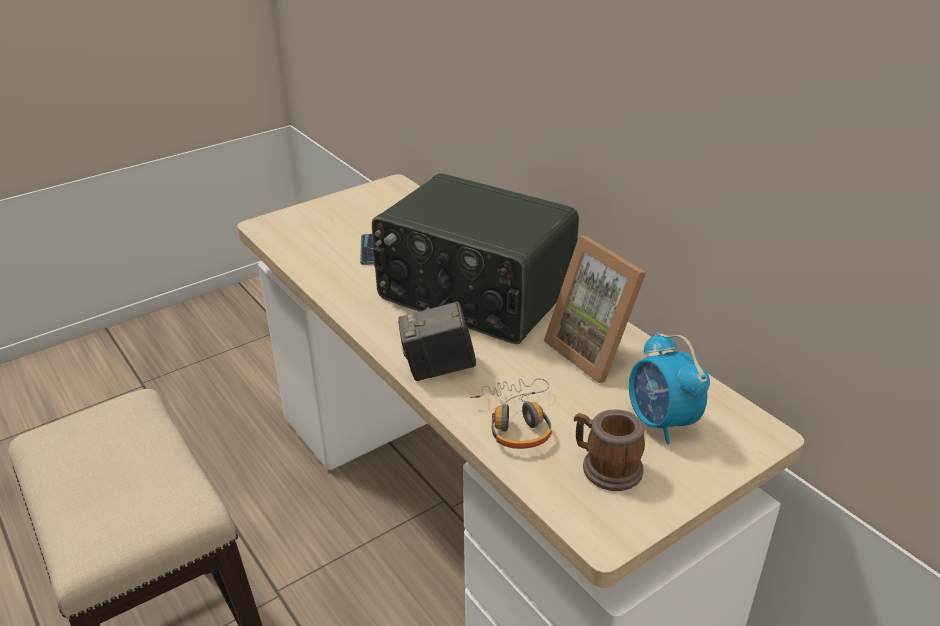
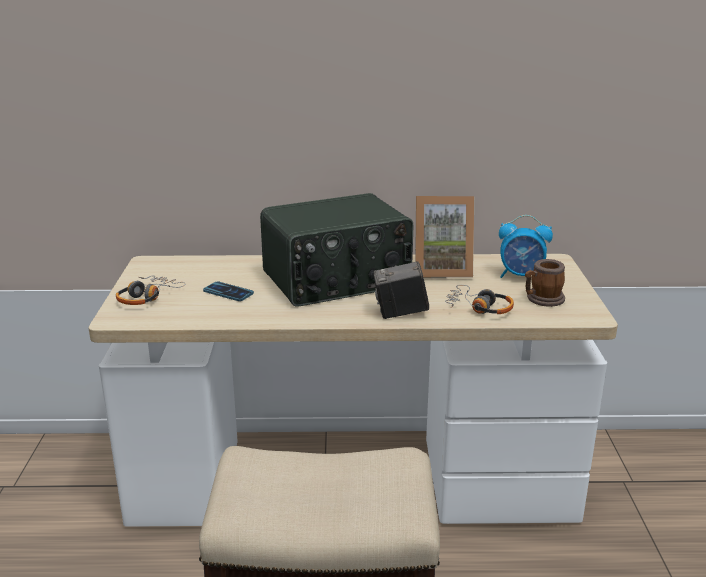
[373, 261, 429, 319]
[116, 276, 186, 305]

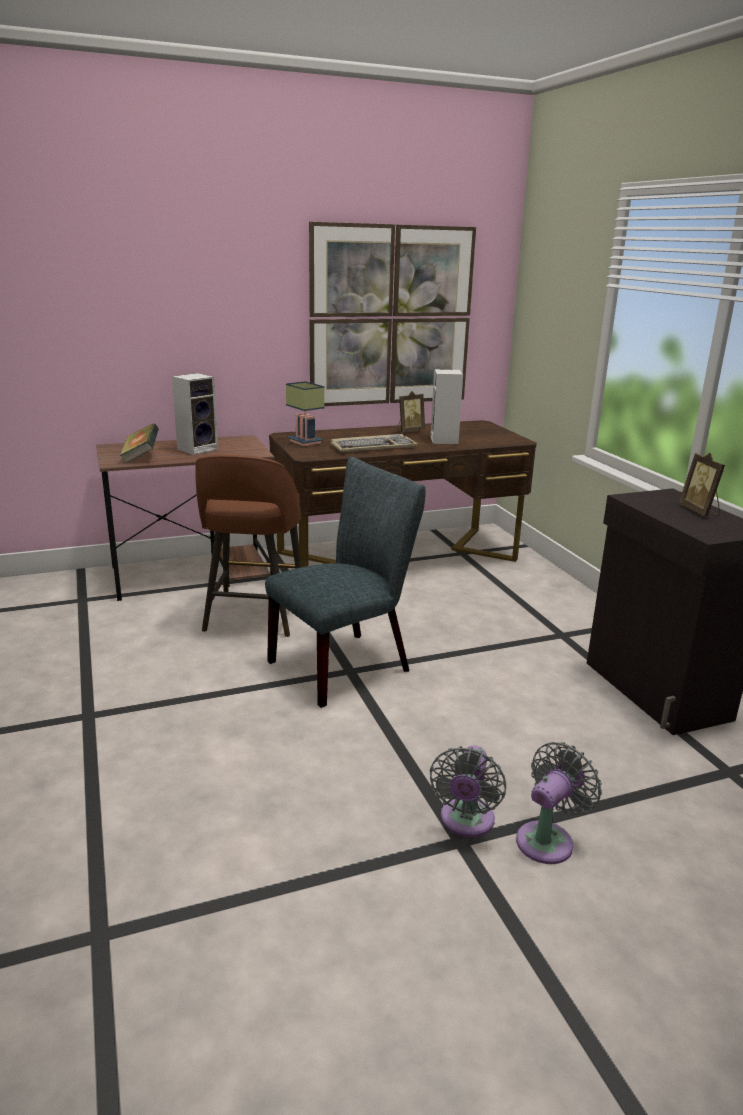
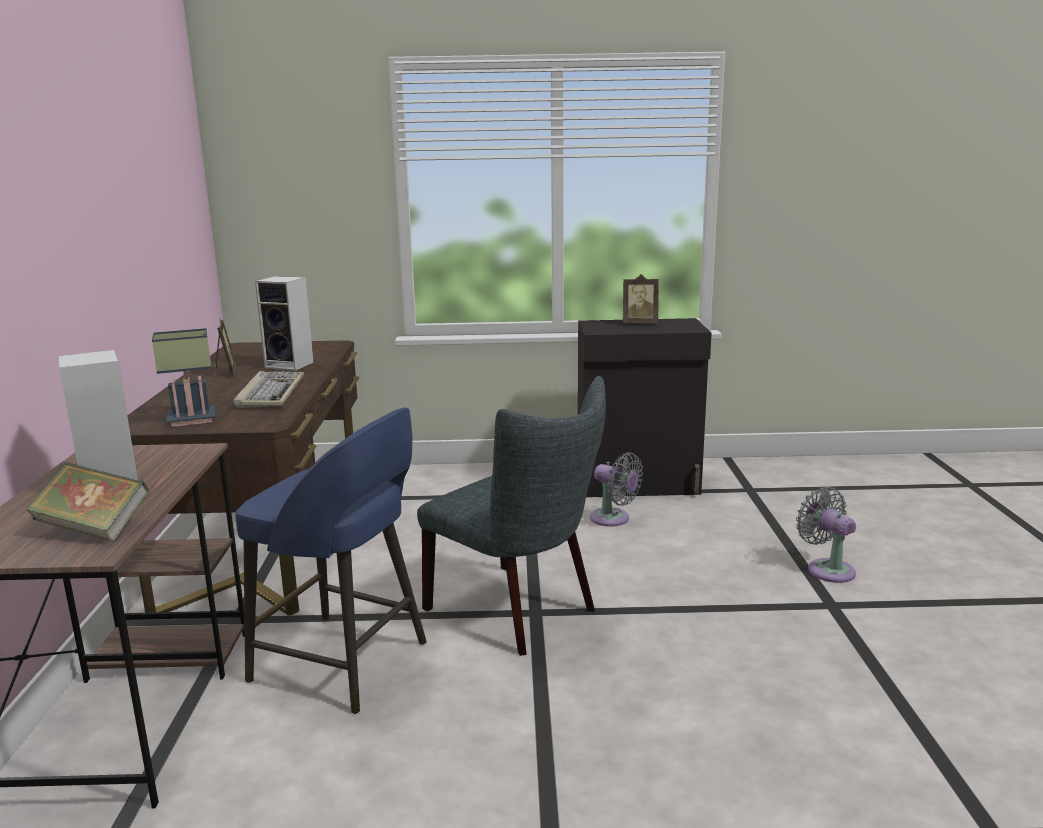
[309, 222, 476, 406] (first image)
[235, 408, 427, 714]
[417, 376, 606, 656]
[590, 452, 643, 527]

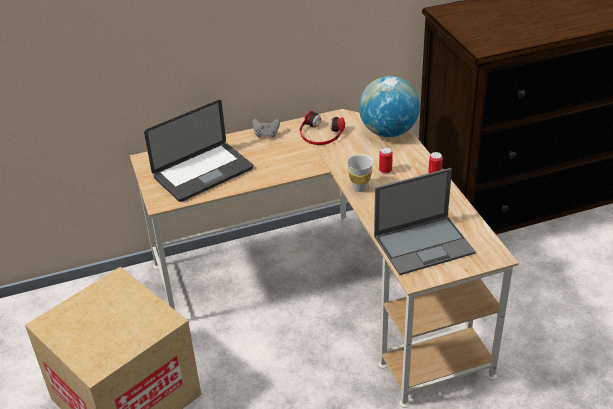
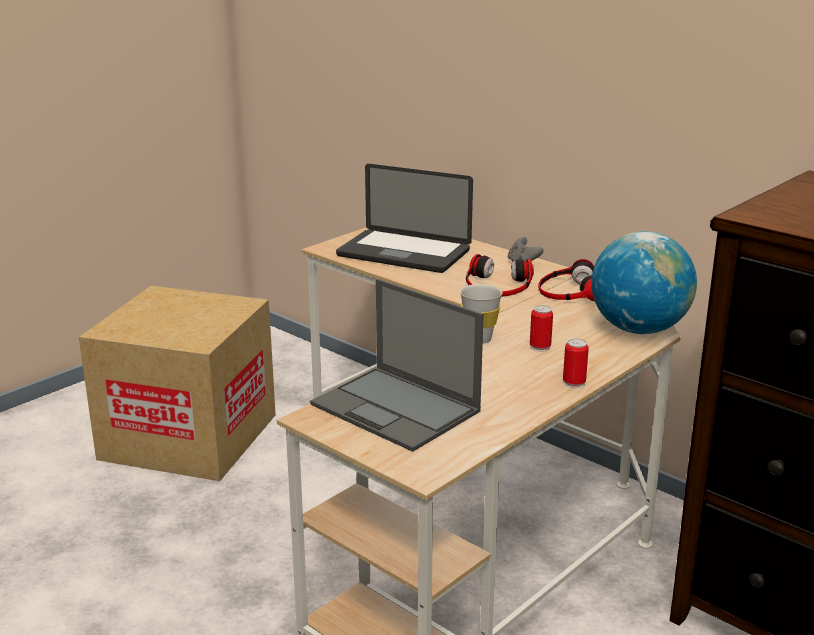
[466, 254, 534, 297]

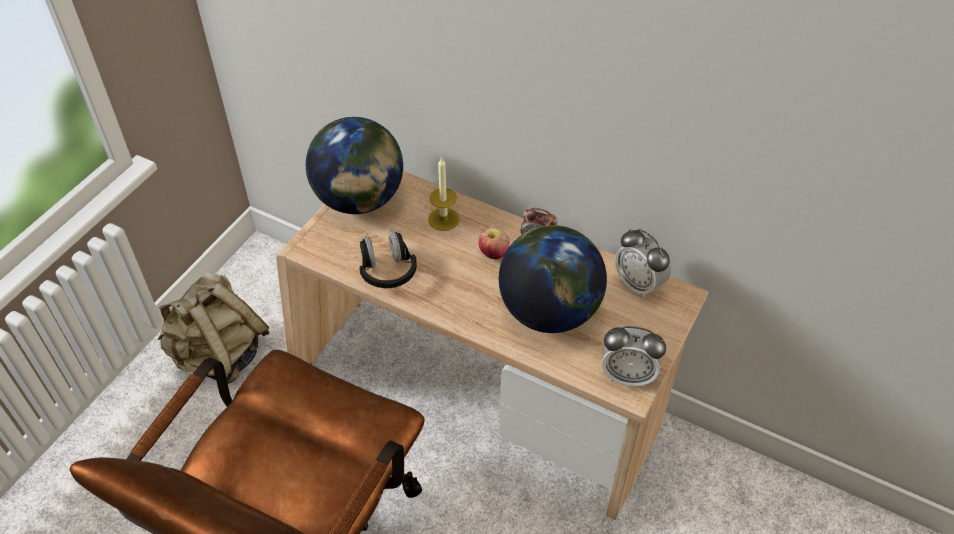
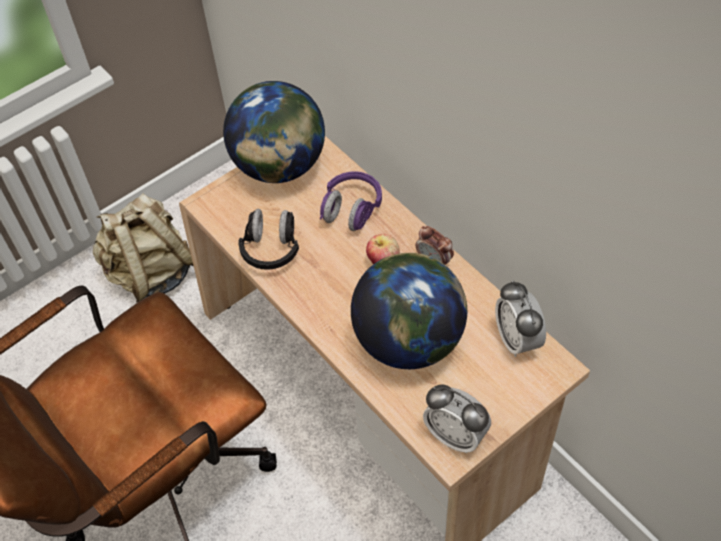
[320, 171, 382, 231]

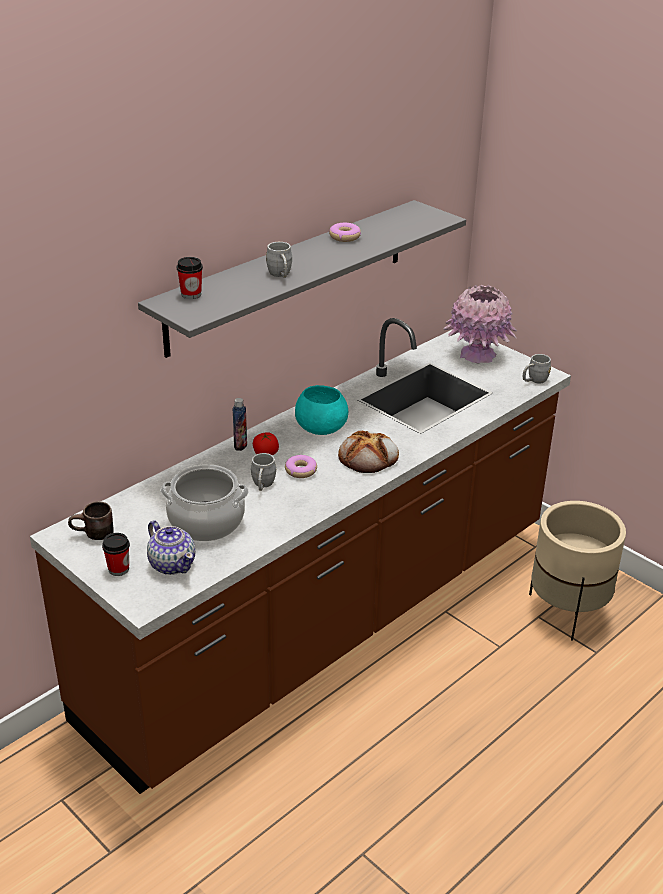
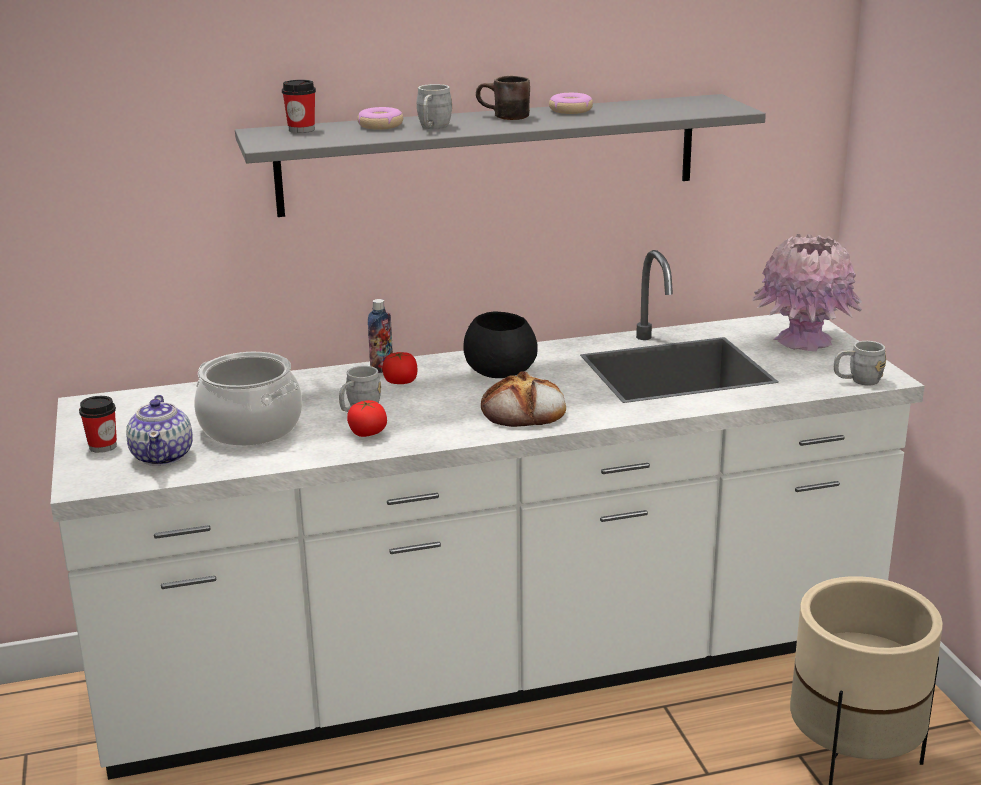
[51, 250, 924, 780]
[463, 312, 538, 378]
[357, 107, 403, 130]
[476, 76, 530, 120]
[347, 400, 387, 437]

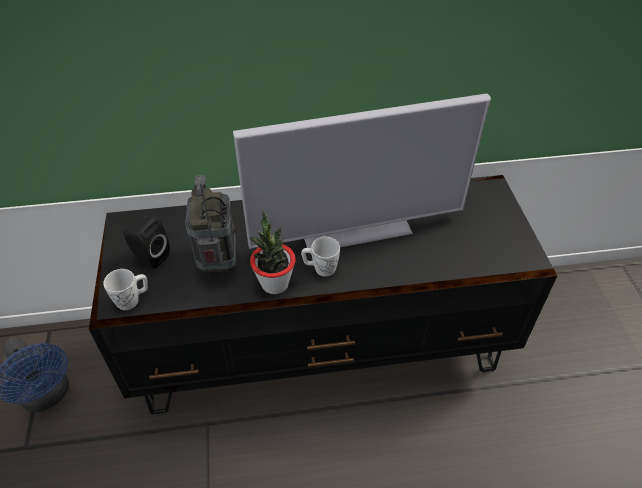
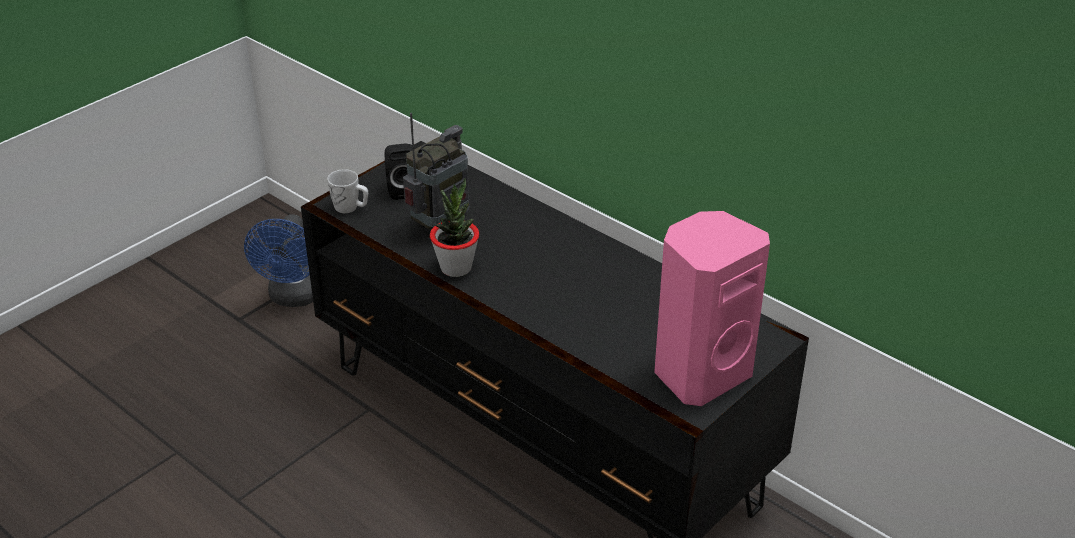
[233, 94, 491, 249] (first image)
[301, 237, 340, 277] (first image)
[654, 211, 770, 406]

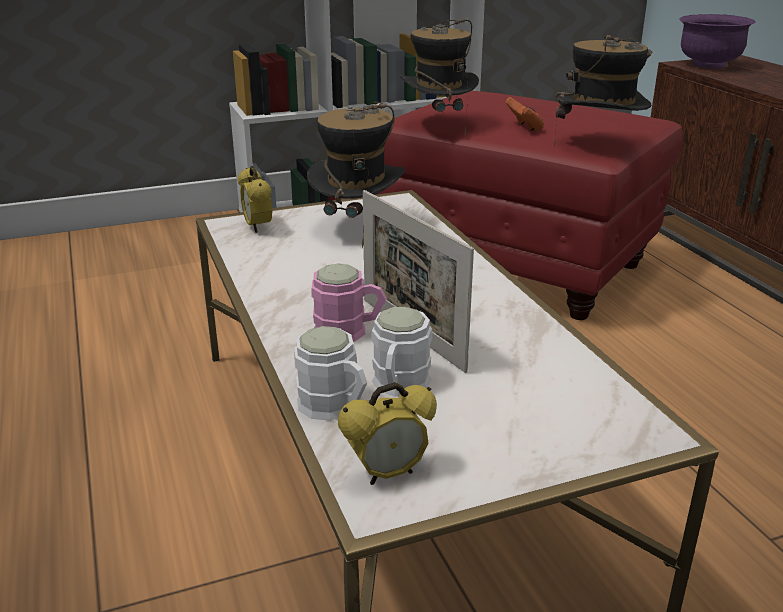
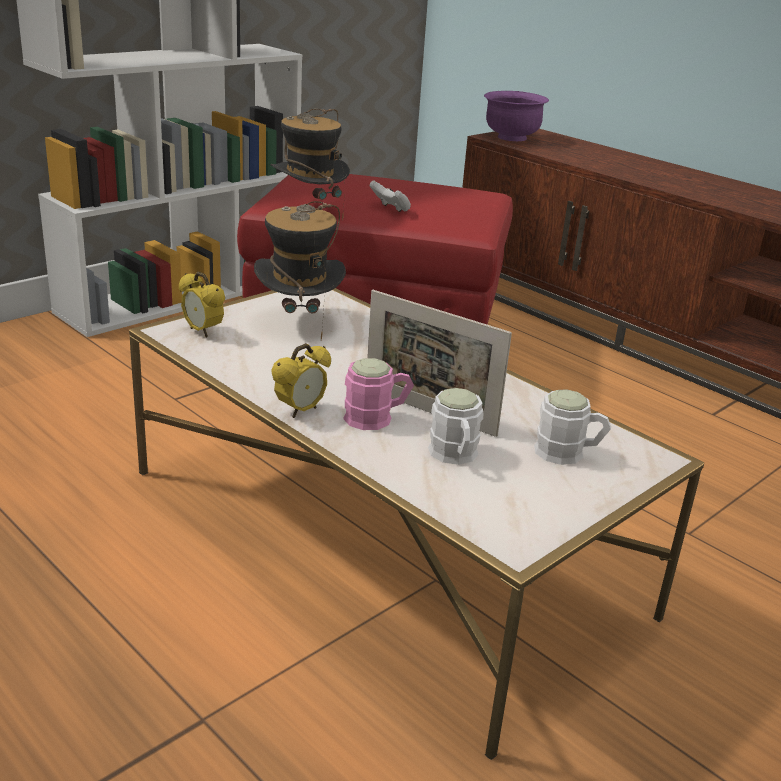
[554, 35, 653, 146] (first image)
[370, 180, 411, 212]
[534, 389, 611, 465]
[271, 343, 331, 418]

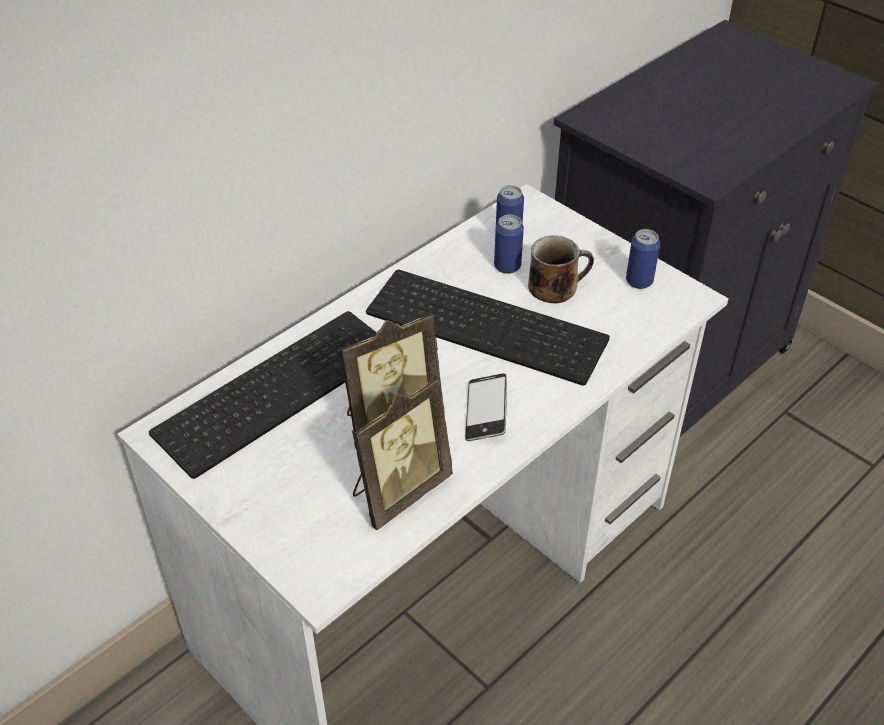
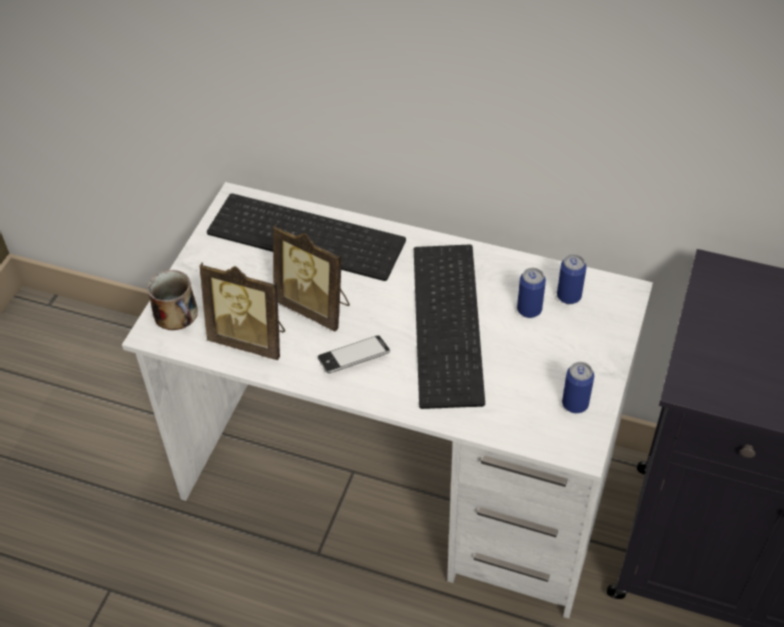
[147, 270, 198, 330]

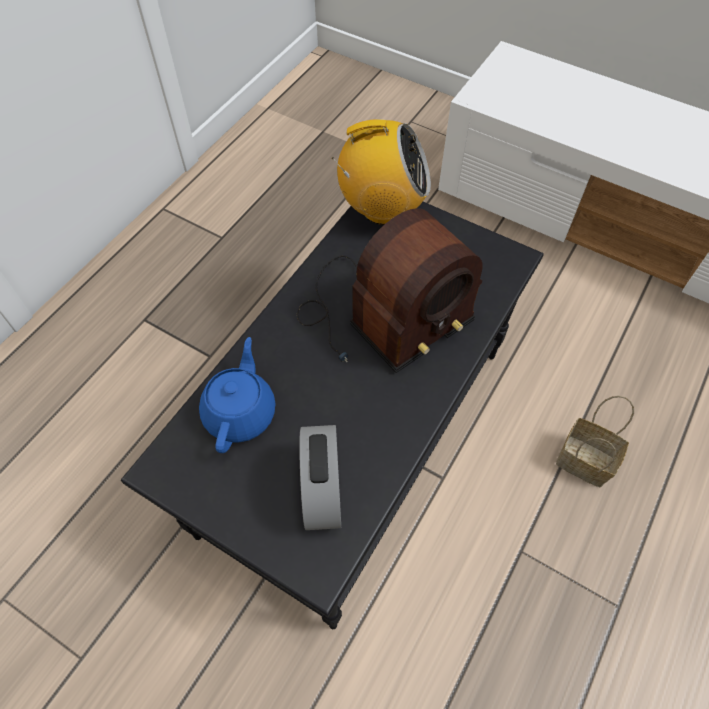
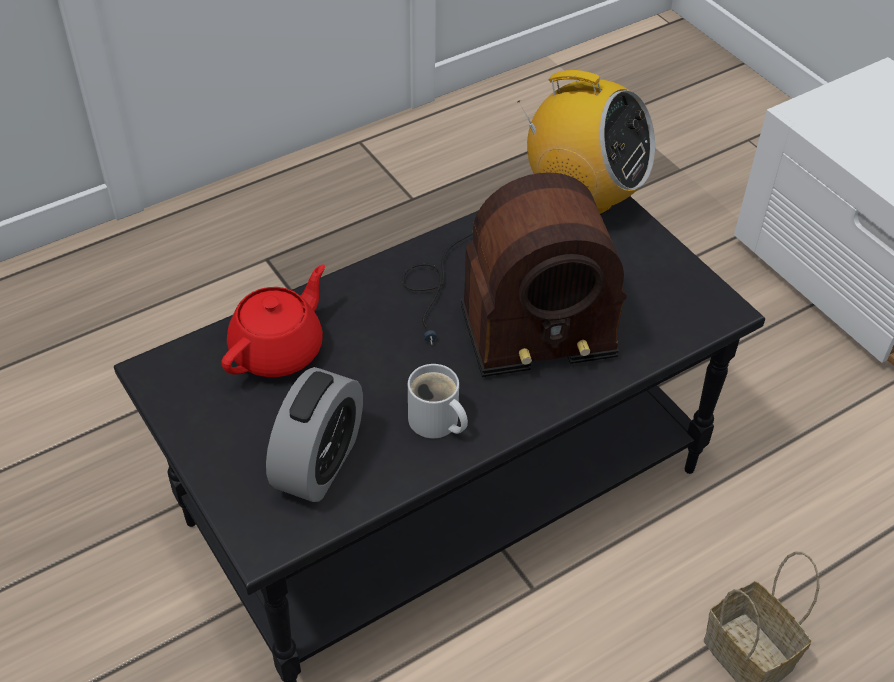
[221, 264, 325, 377]
[408, 364, 468, 438]

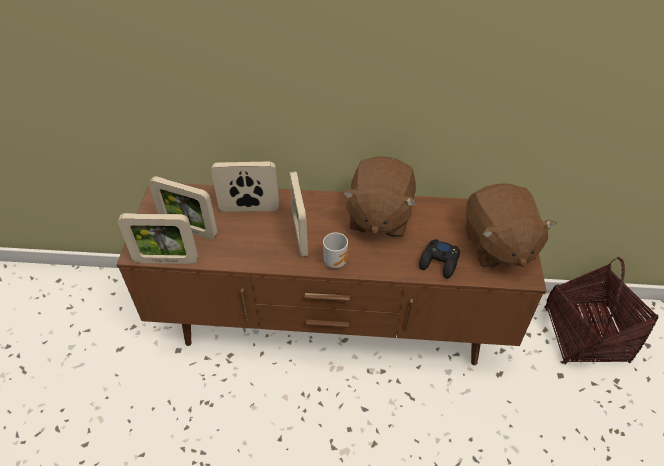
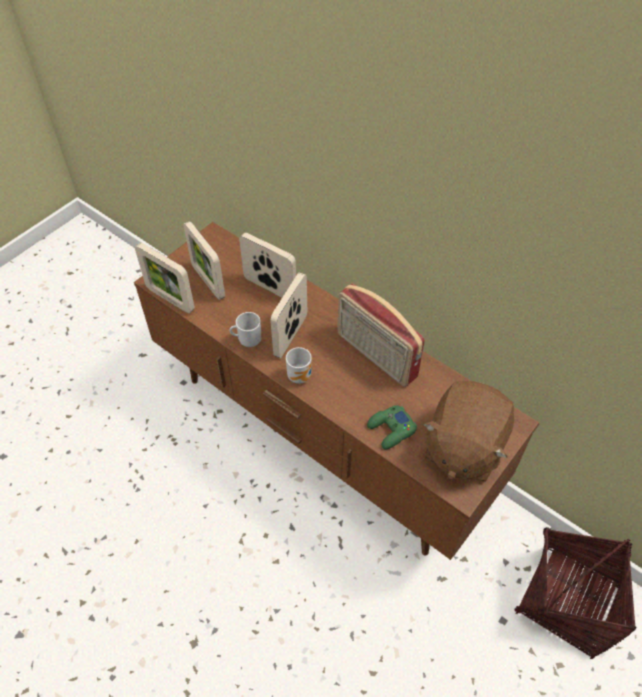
[337, 284, 425, 387]
[367, 405, 417, 449]
[230, 312, 262, 347]

